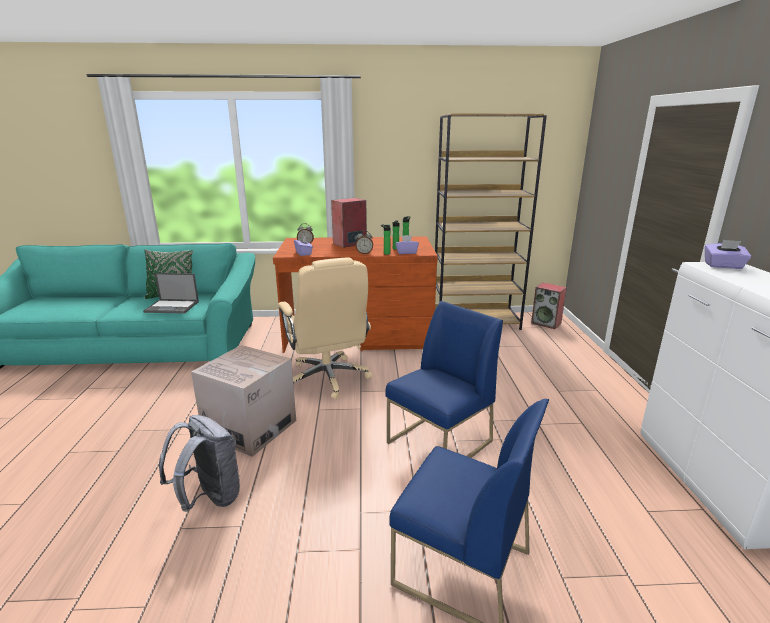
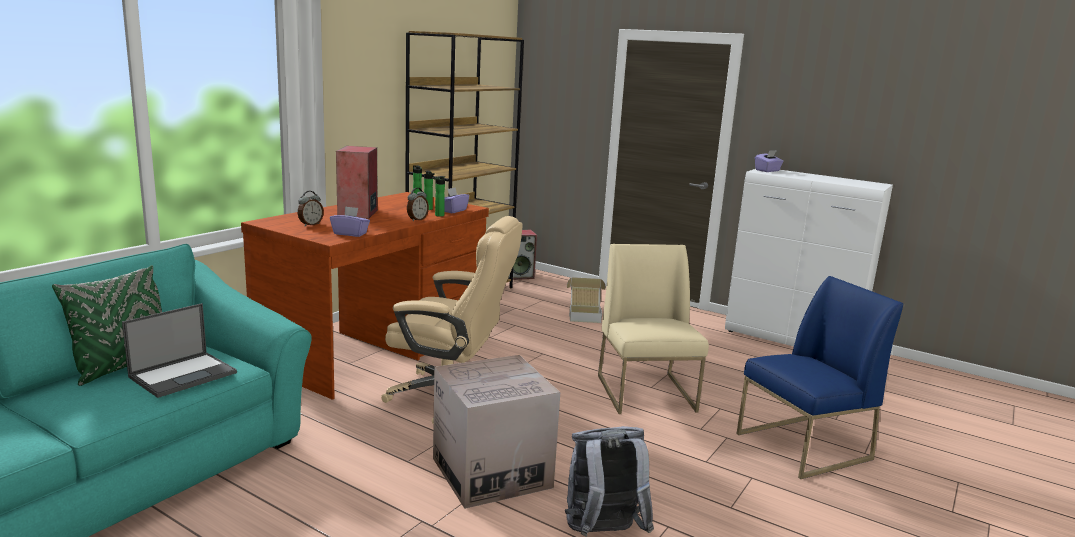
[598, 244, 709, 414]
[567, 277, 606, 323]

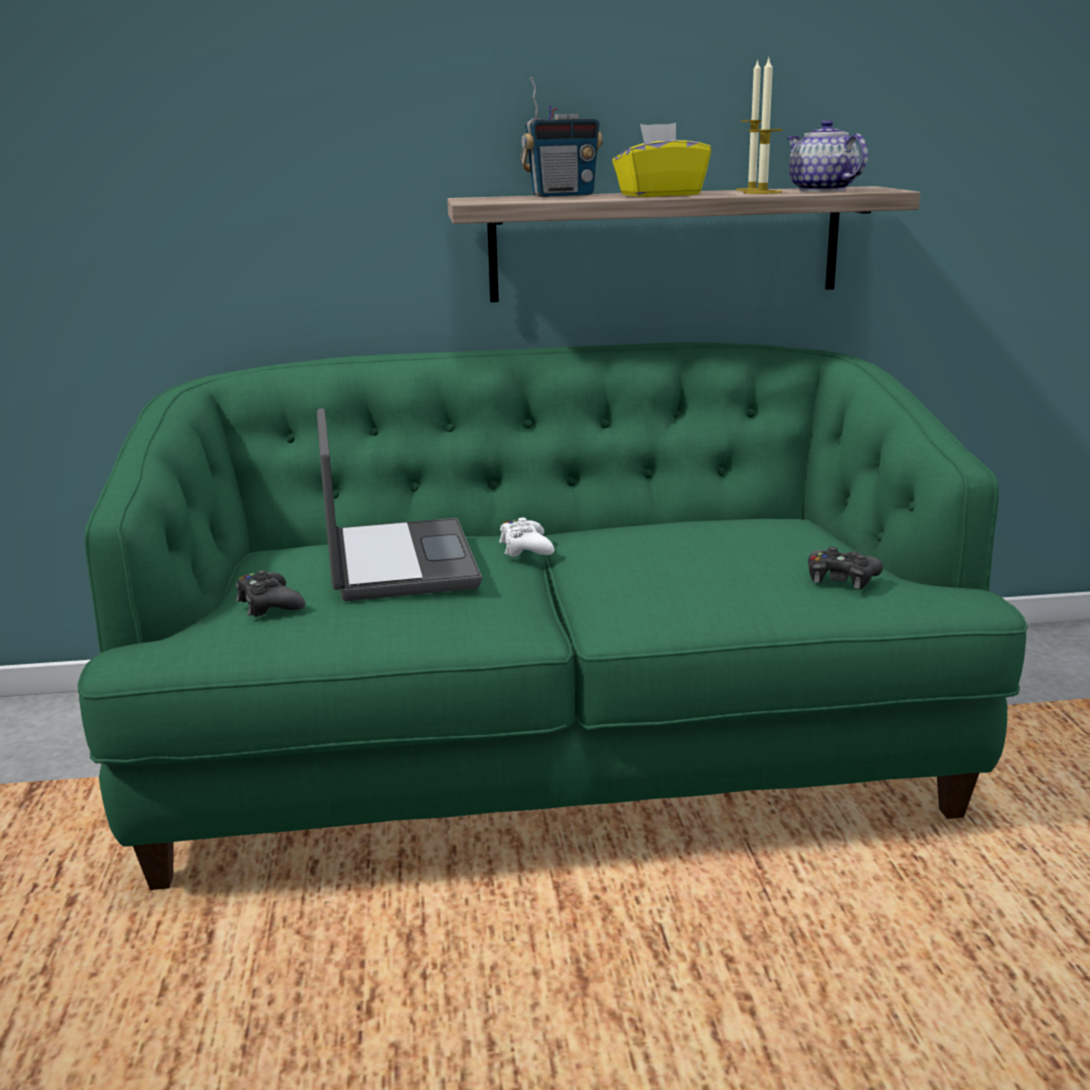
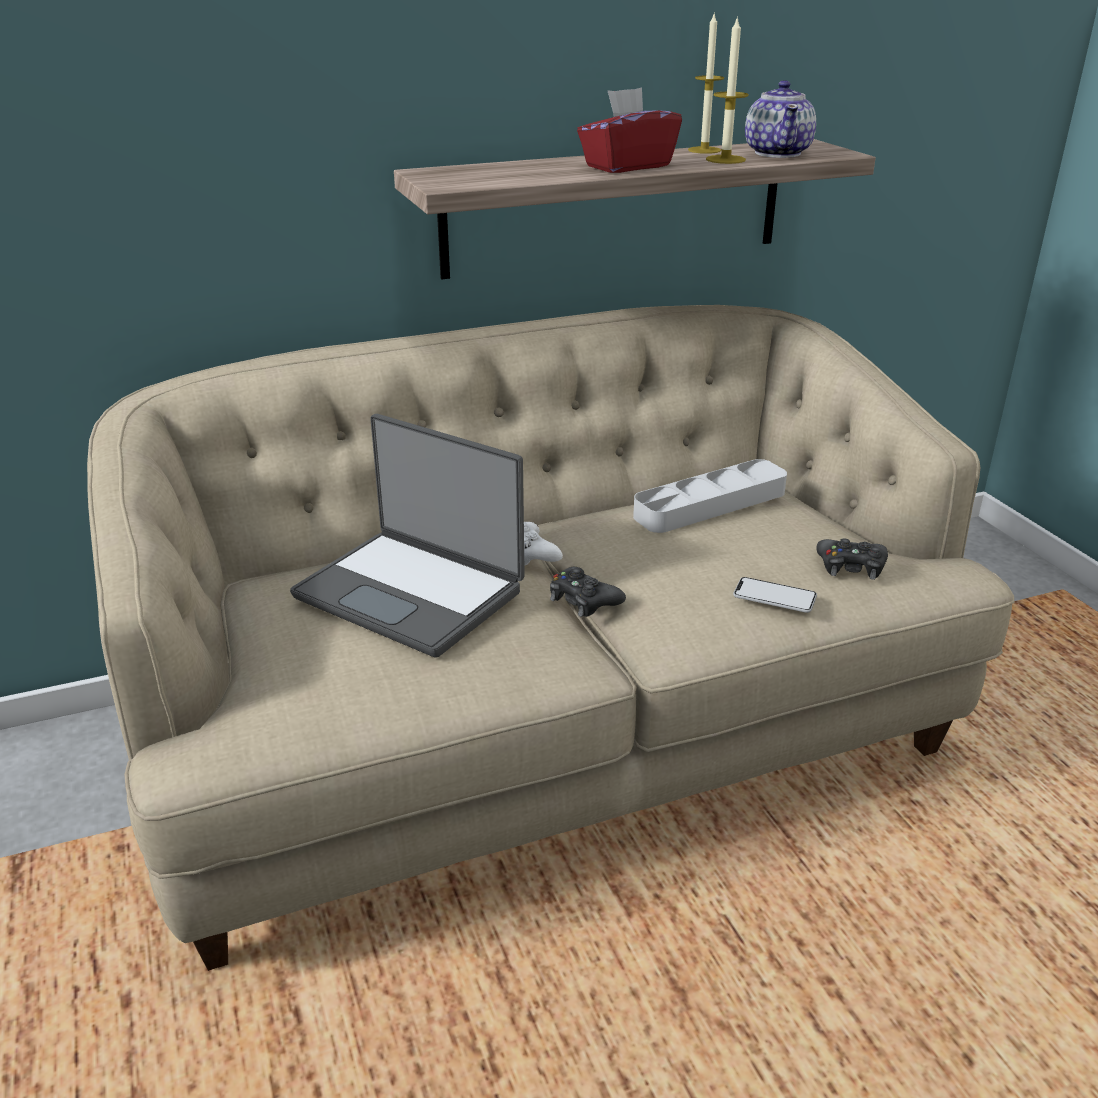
[521, 77, 603, 197] (first image)
[745, 80, 816, 158]
[577, 87, 682, 173]
[87, 305, 1014, 971]
[290, 414, 525, 658]
[550, 567, 626, 617]
[633, 459, 787, 533]
[733, 577, 817, 613]

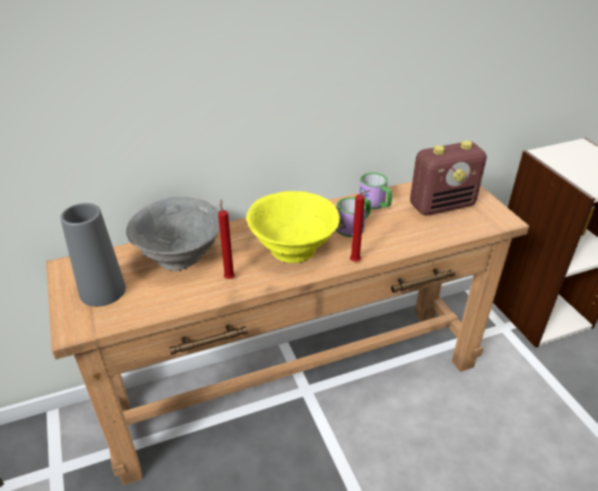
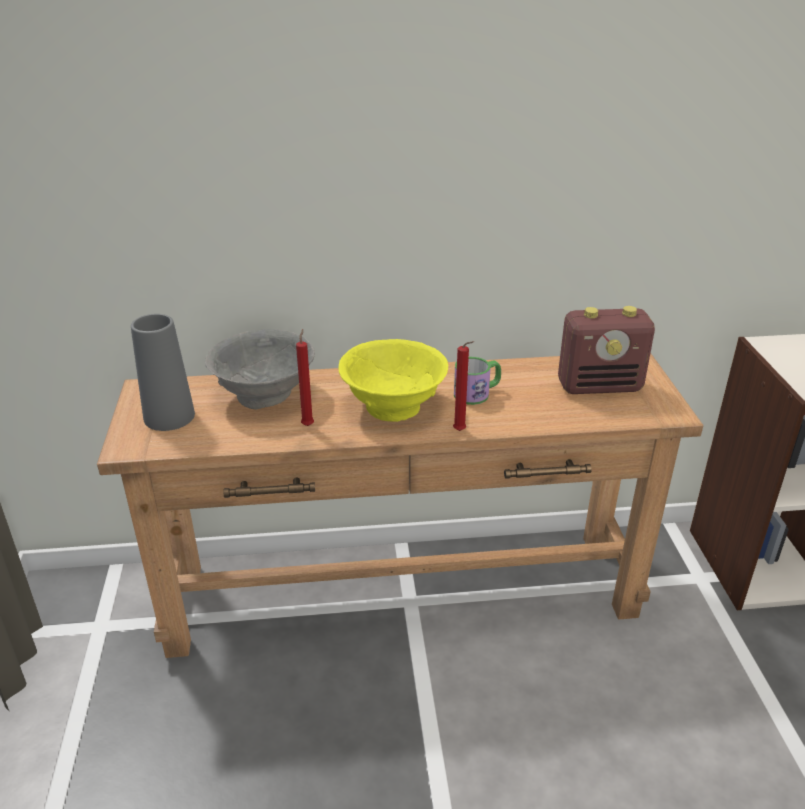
[359, 172, 392, 209] (first image)

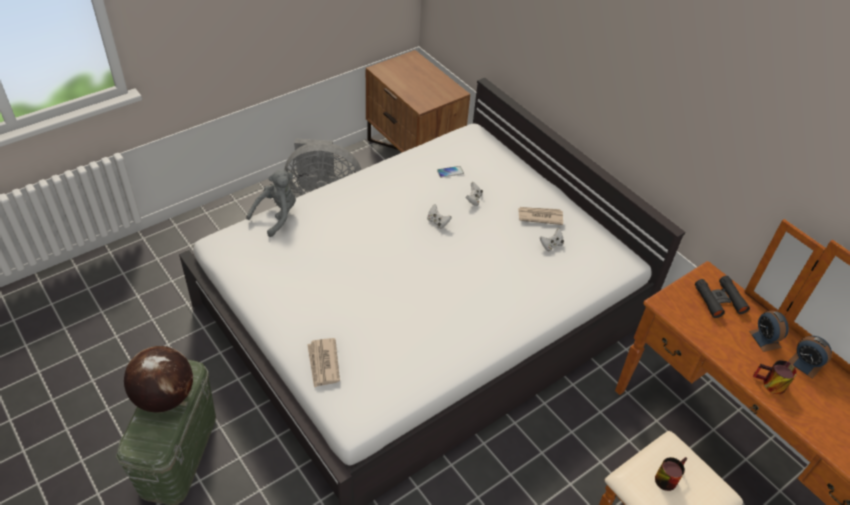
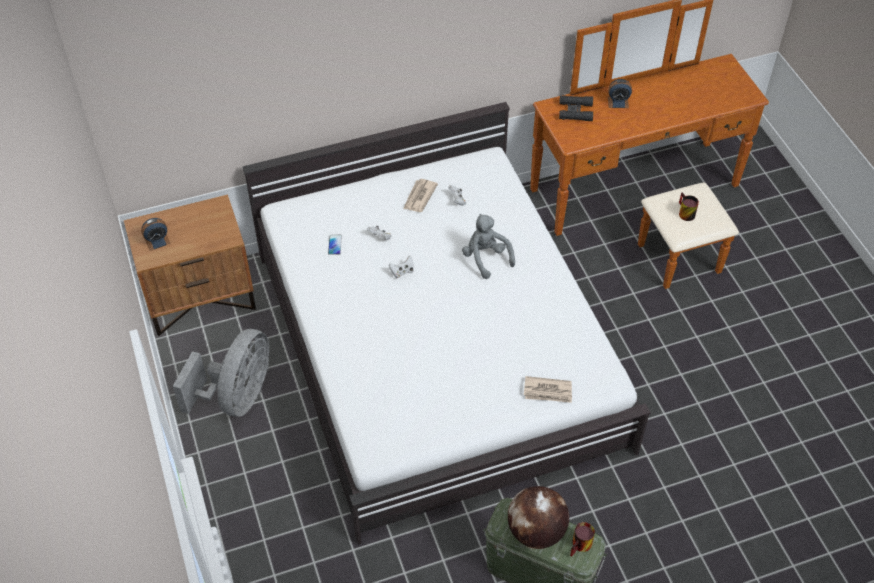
[462, 214, 515, 279]
[141, 218, 171, 251]
[570, 522, 595, 557]

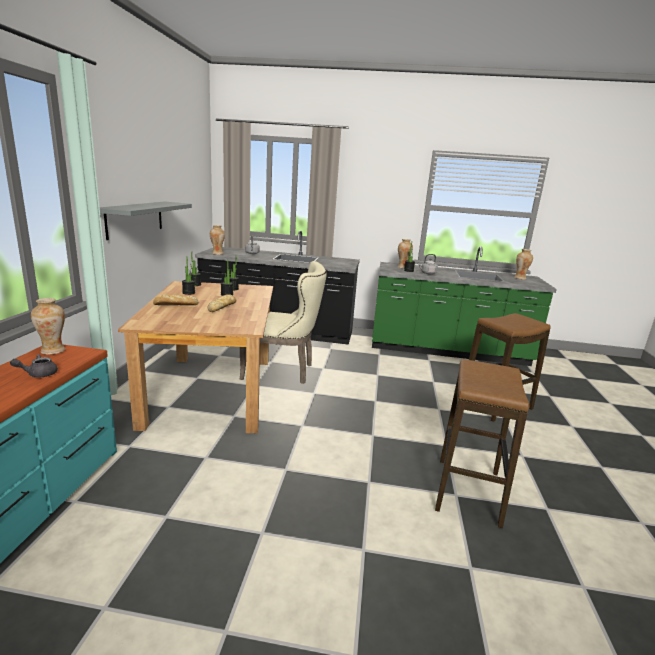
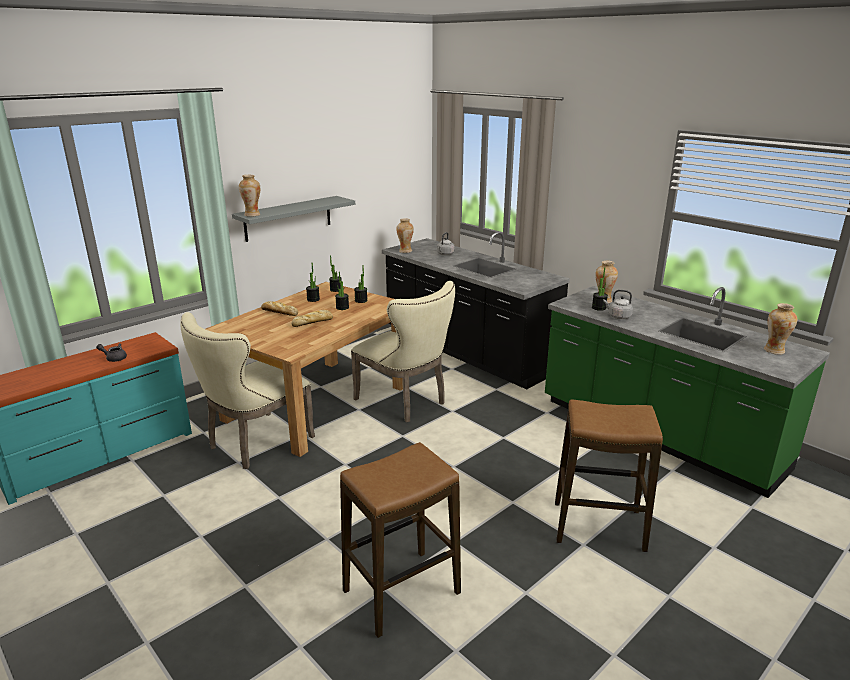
[239, 175, 260, 217]
[180, 312, 315, 469]

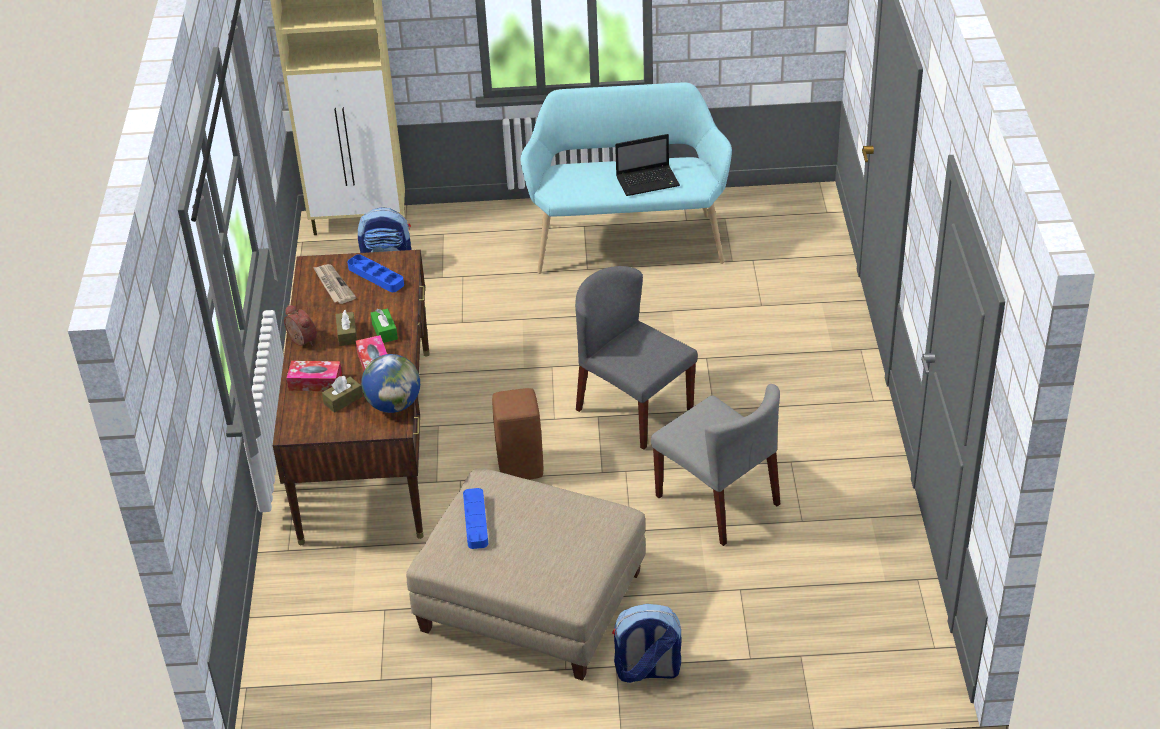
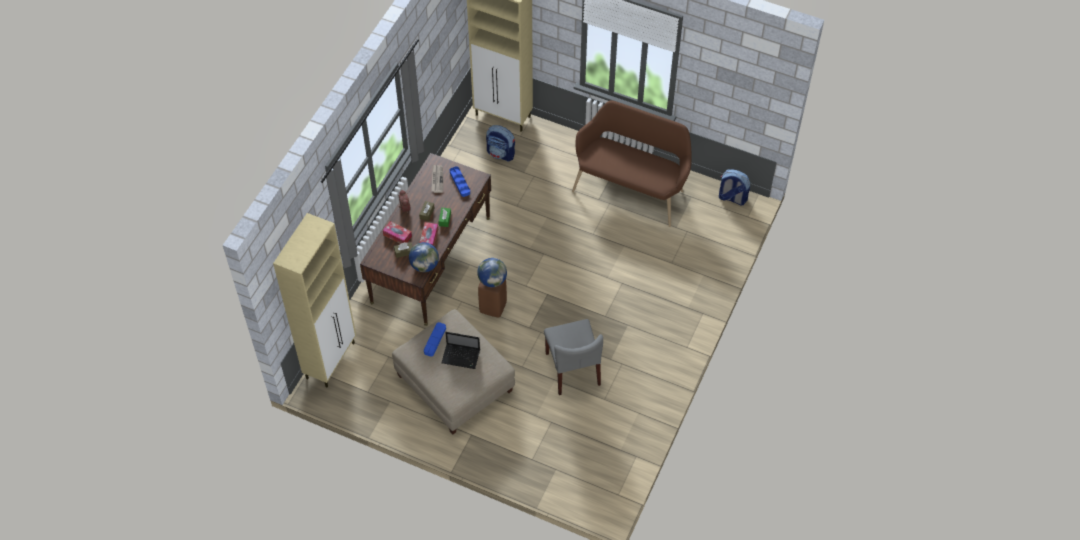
[572, 101, 692, 227]
[441, 332, 480, 369]
[575, 266, 698, 450] (first image)
[719, 169, 750, 206]
[273, 213, 356, 387]
[477, 258, 507, 287]

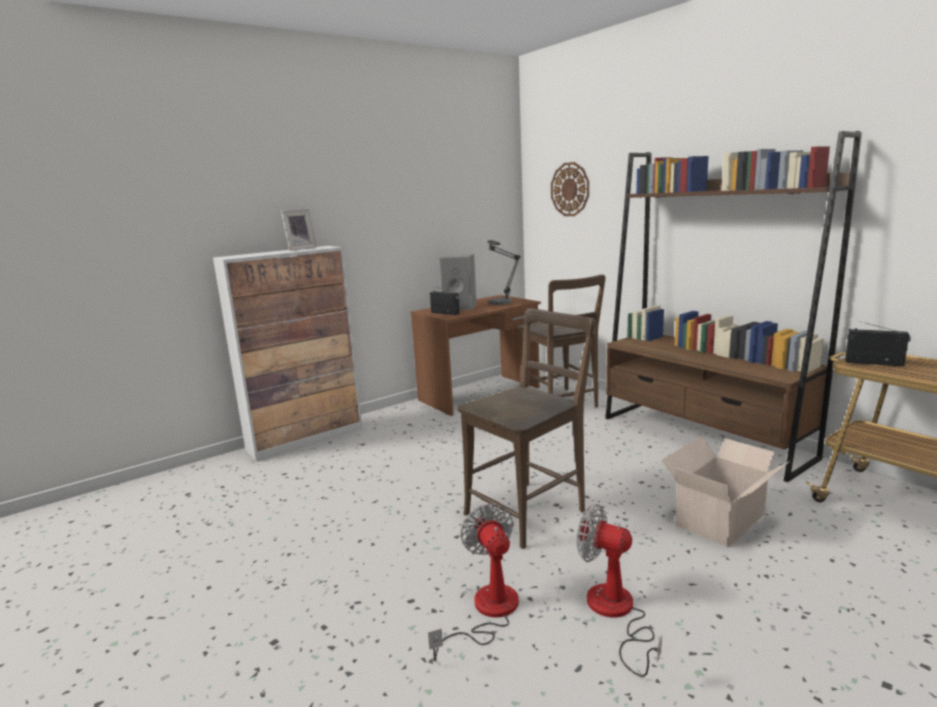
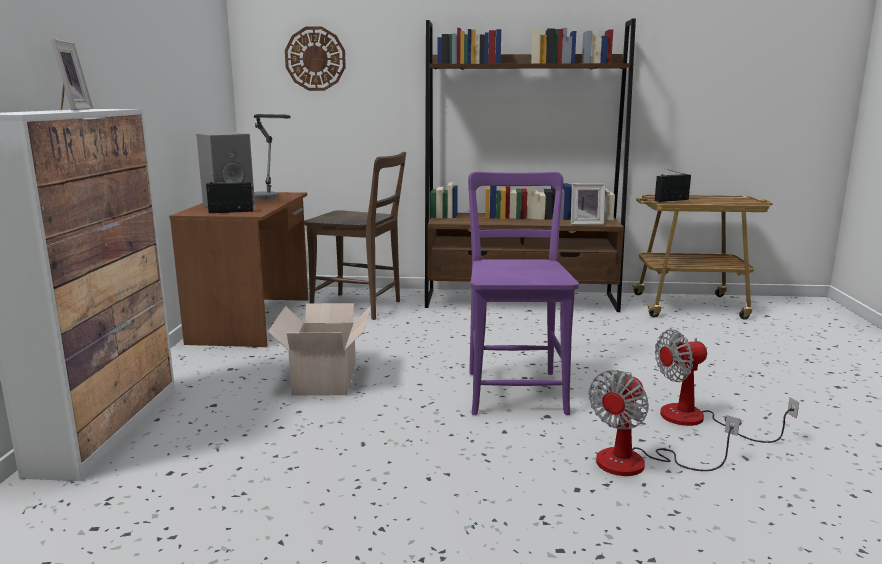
[468, 172, 579, 415]
[268, 303, 371, 396]
[589, 370, 740, 476]
[571, 184, 605, 225]

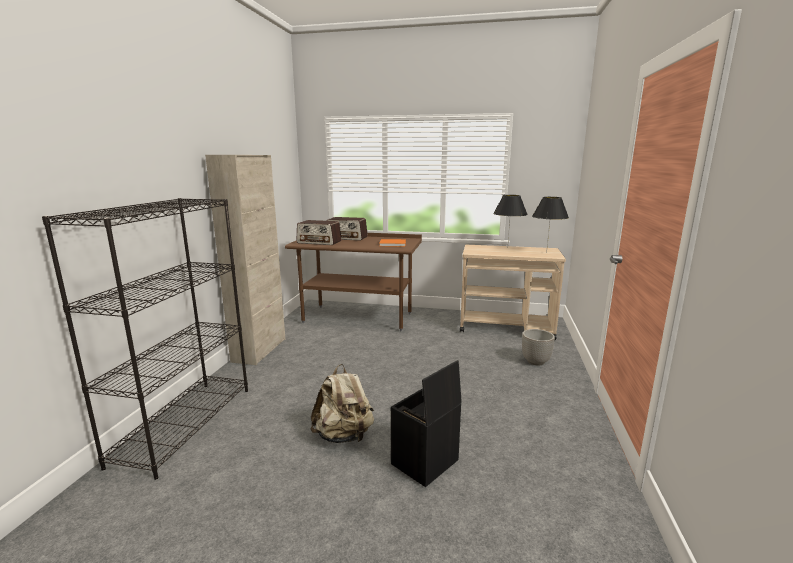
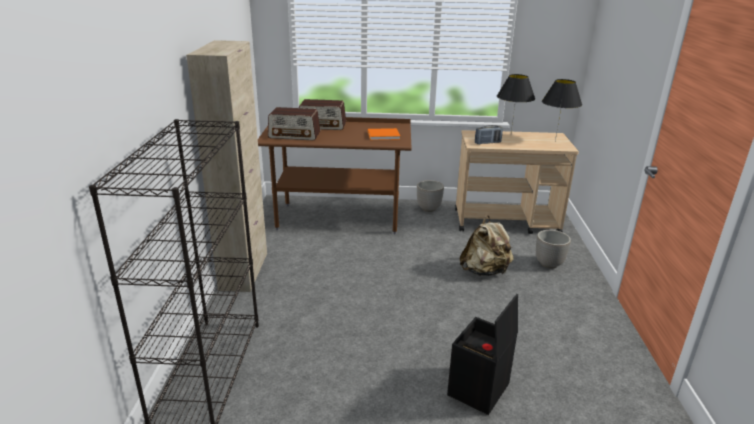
[459, 215, 513, 276]
[475, 125, 503, 144]
[417, 180, 444, 212]

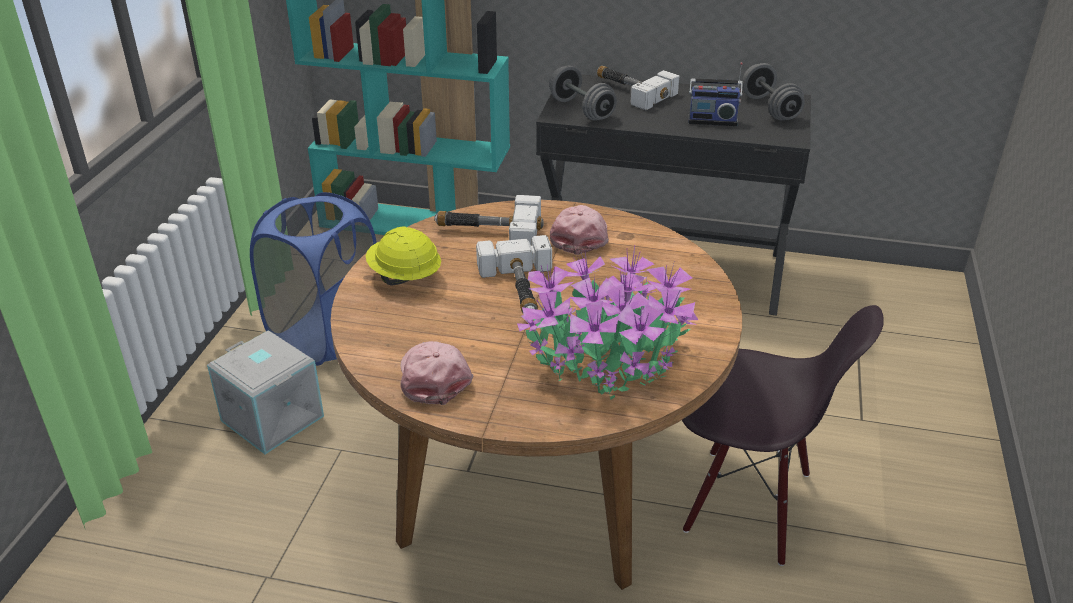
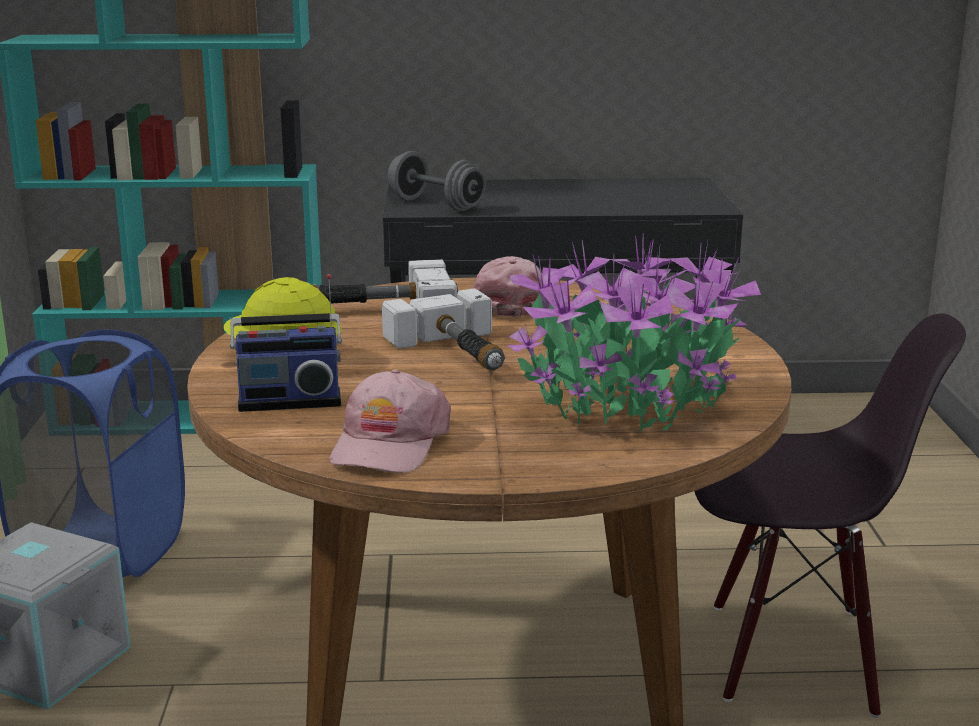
[230, 274, 342, 412]
[742, 63, 805, 120] (first image)
[597, 66, 680, 110] (first image)
[329, 369, 451, 473]

